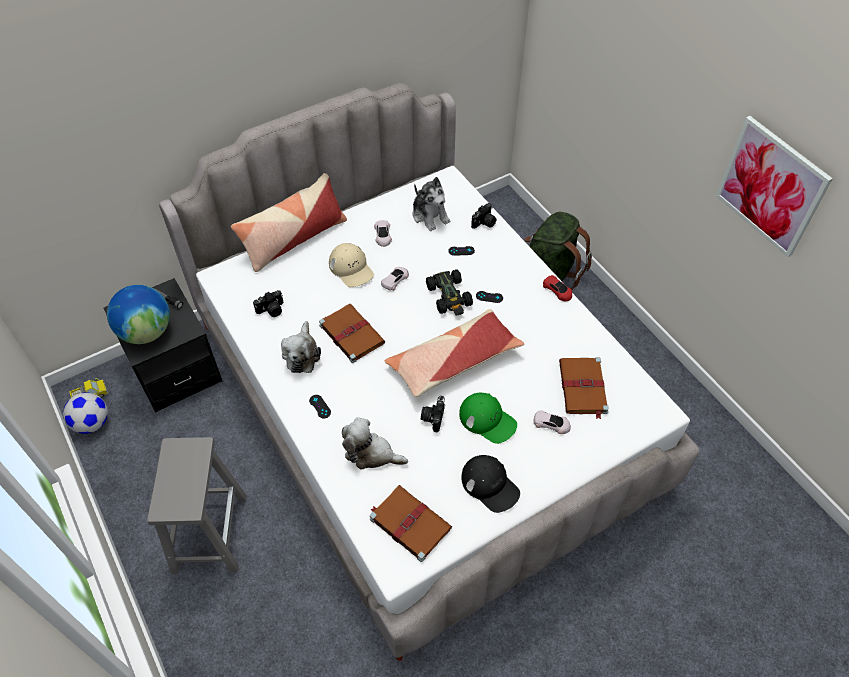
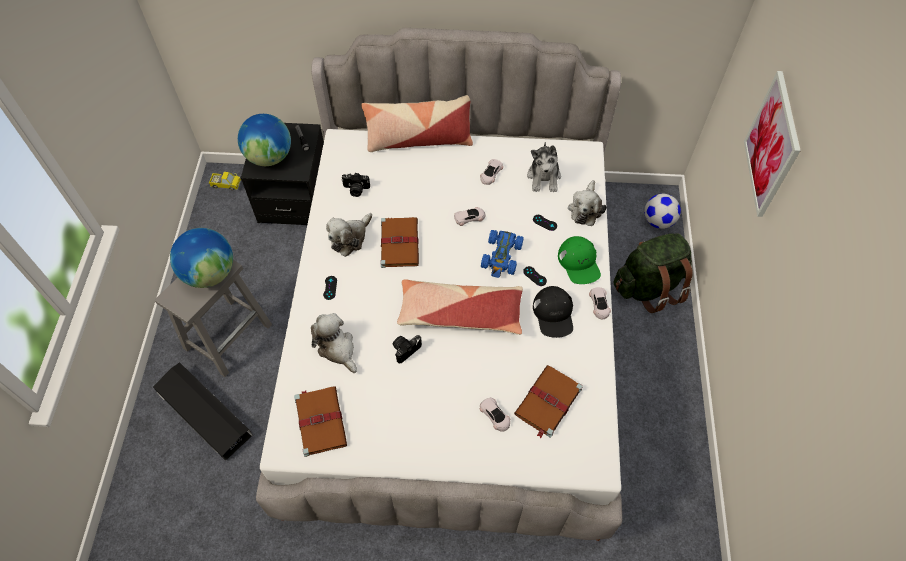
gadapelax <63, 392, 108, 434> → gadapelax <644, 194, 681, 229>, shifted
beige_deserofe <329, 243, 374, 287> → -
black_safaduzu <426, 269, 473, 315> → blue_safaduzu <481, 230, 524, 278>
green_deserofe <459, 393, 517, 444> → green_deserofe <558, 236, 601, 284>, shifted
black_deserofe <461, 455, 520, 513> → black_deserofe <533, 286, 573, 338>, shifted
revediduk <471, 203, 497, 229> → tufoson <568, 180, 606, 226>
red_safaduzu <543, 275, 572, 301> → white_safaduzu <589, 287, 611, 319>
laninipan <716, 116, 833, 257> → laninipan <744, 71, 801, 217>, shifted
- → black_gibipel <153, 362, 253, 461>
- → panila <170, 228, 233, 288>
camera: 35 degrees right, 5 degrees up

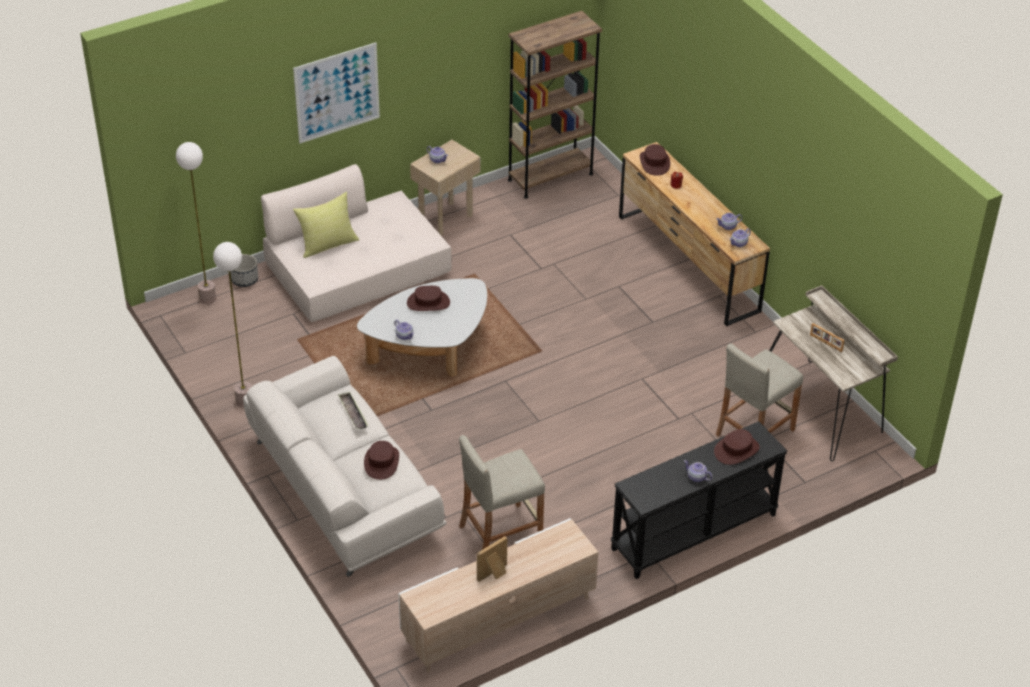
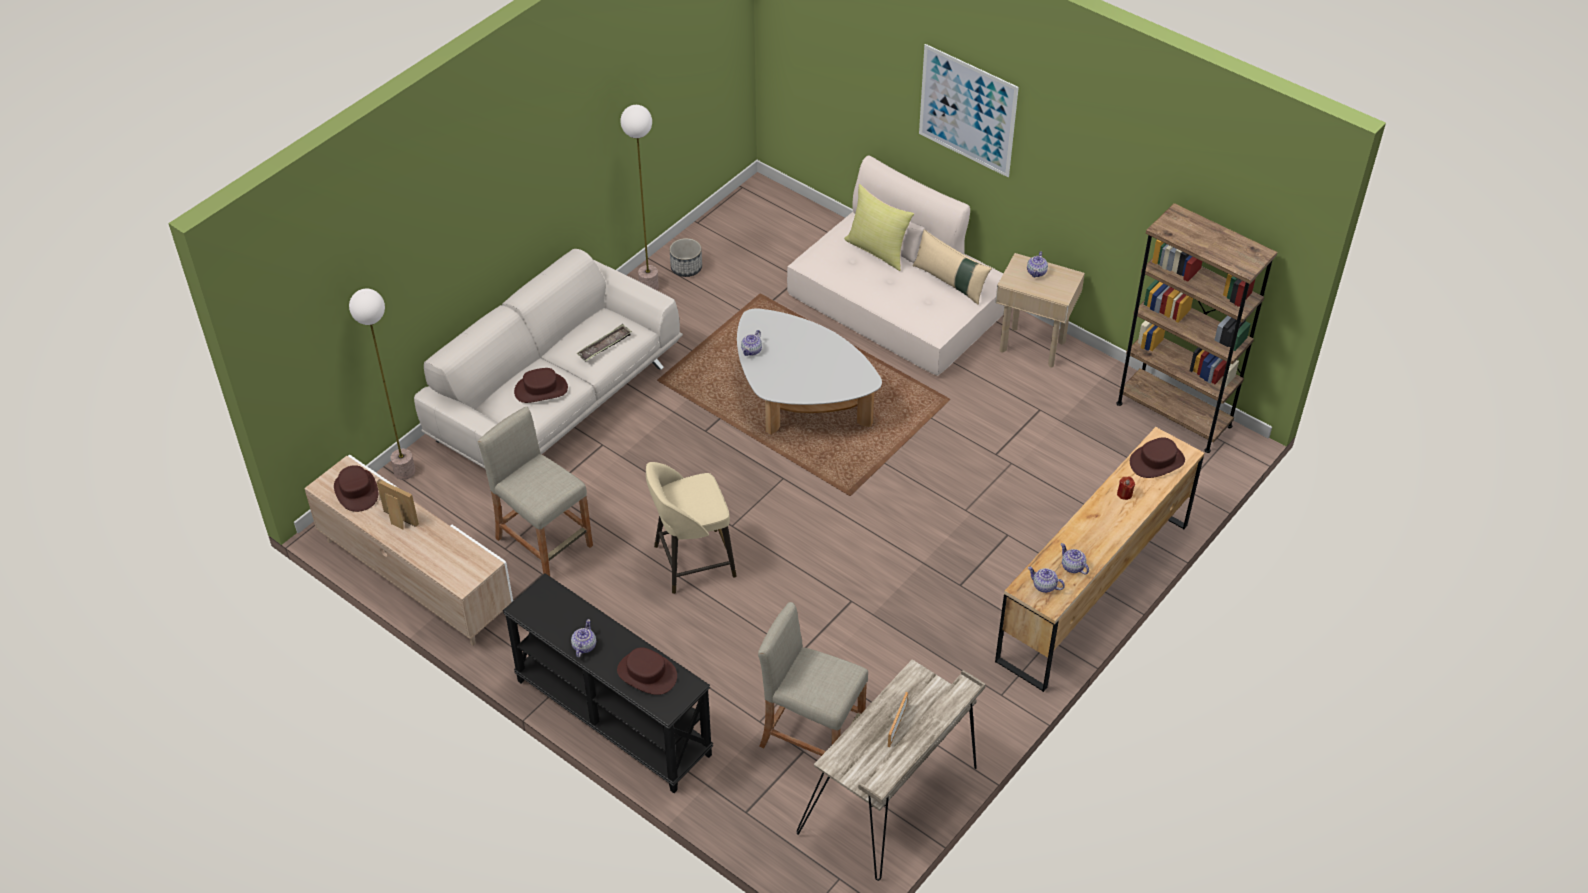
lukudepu <176, 142, 216, 304> → lukudepu <349, 289, 415, 480>, shifted
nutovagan <230, 254, 258, 287> → nutovagan <670, 238, 702, 277>, shifted
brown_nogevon <407, 286, 450, 311> → brown_nogevon <334, 465, 378, 512>, shifted
- → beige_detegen <646, 462, 737, 594>
- → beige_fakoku <913, 229, 992, 305>
camera: 70 degrees right, 5 degrees up

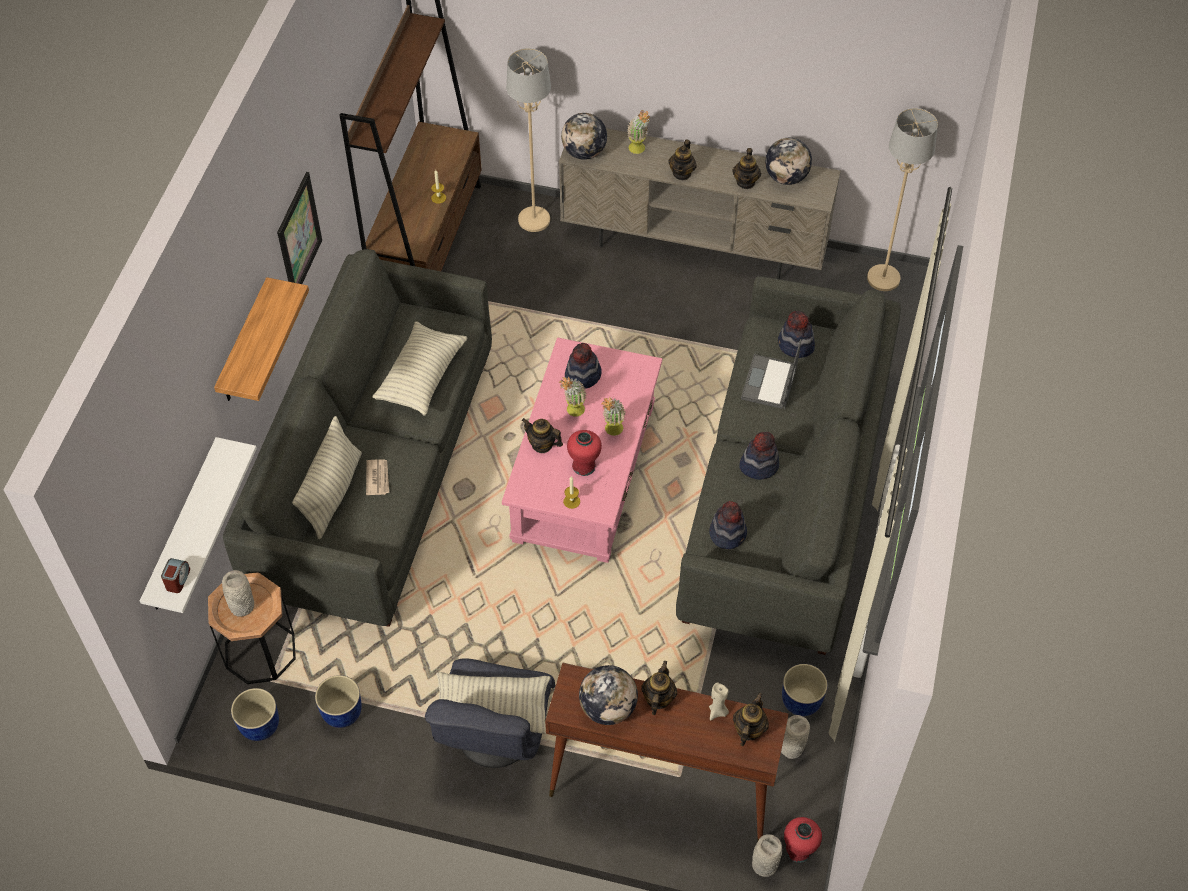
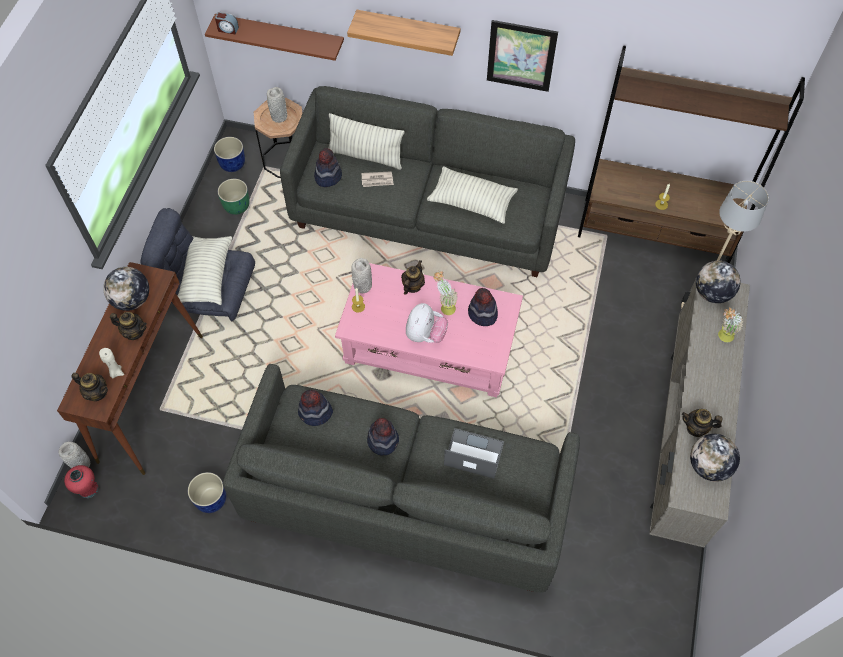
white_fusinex <140, 437, 257, 613> → brown_fusinex <205, 14, 344, 61>
blue_nutovagan <315, 675, 362, 728> → green_nutovagan <218, 179, 250, 215>
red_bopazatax <567, 430, 602, 476> → -
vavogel <601, 397, 626, 436> → tufoson <406, 303, 448, 343>
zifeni <668, 139, 697, 180> → -
nogevon <778, 311, 815, 358> → nogevon <314, 148, 342, 187>, shifted
grey_bopazatax <781, 715, 810, 759> → grey_bopazatax <351, 258, 372, 293>, shifted
beige_lukudepu <867, 108, 938, 291> → -
camera: 90 degrees right, 5 degrees up

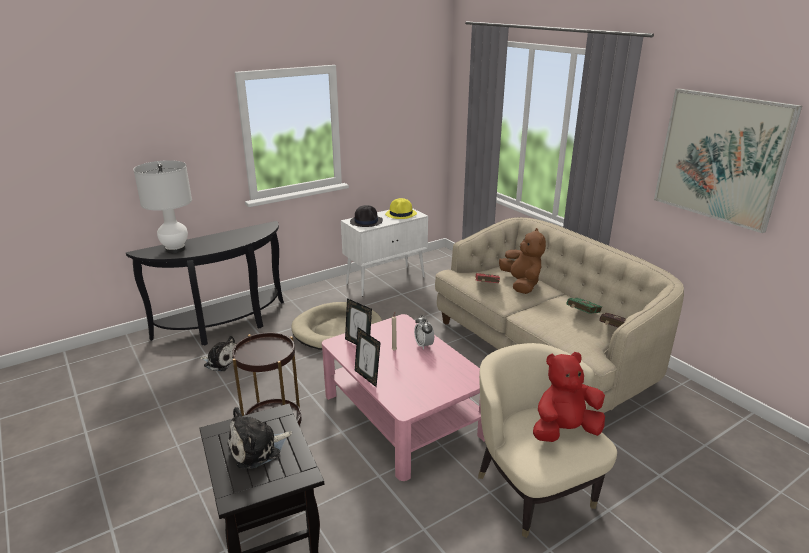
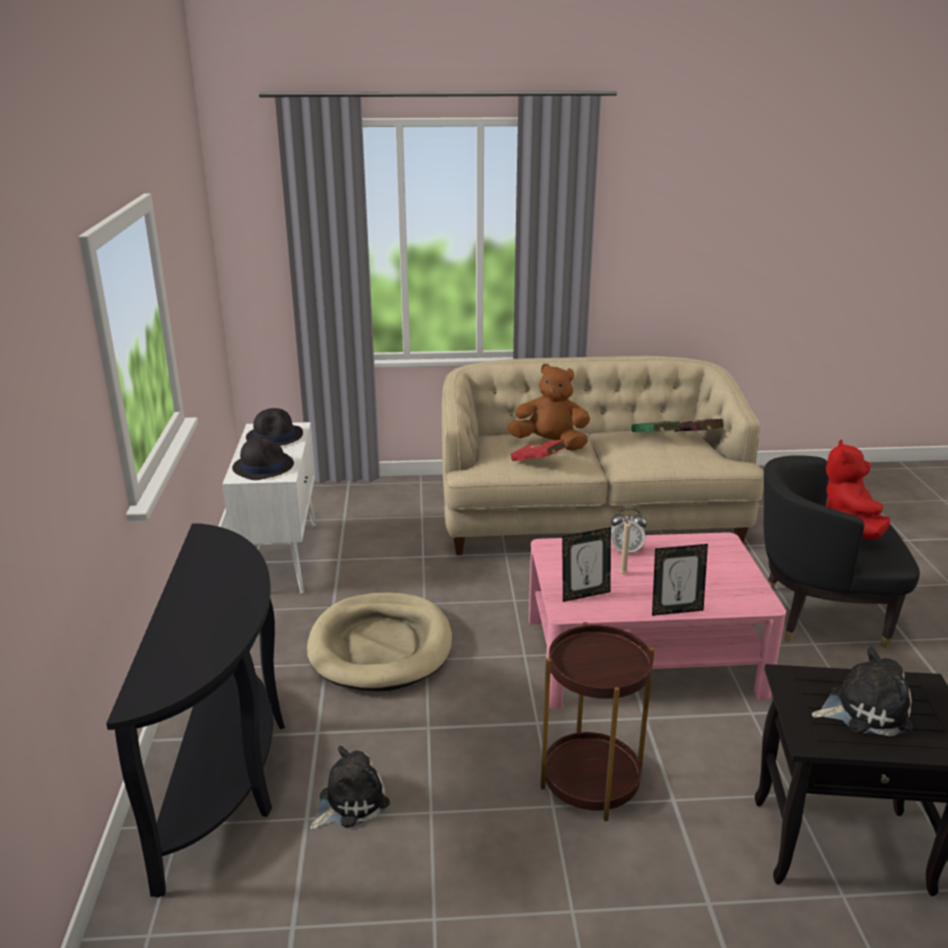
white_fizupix <133, 160, 192, 253> → -
tufoson <227, 407, 292, 469> → tufoson <812, 647, 913, 737>, 90 degrees counterclockwise
yellow_nogevon <385, 198, 417, 219> → black_nogevon <246, 408, 303, 446>
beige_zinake <478, 343, 617, 538> → black_zinake <764, 455, 920, 648>
laninipan <654, 89, 802, 233> → -
camera: 60 degrees left, 0 degrees up

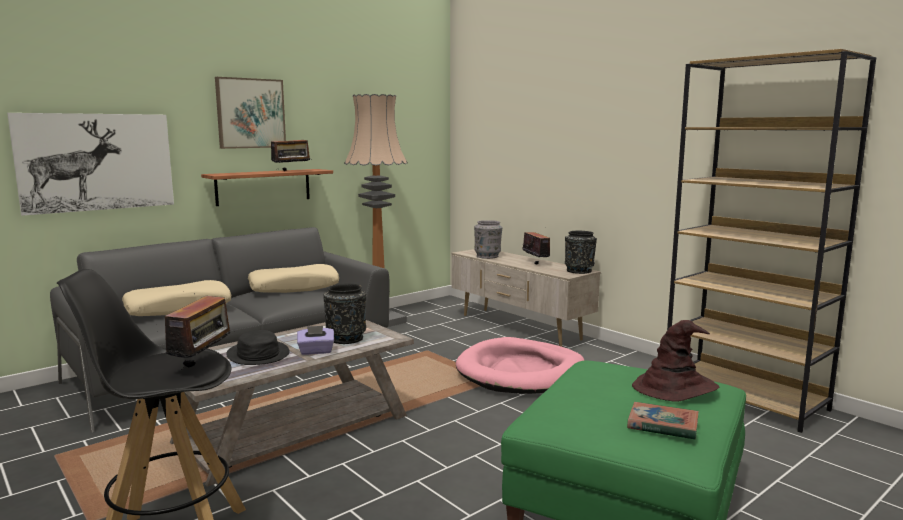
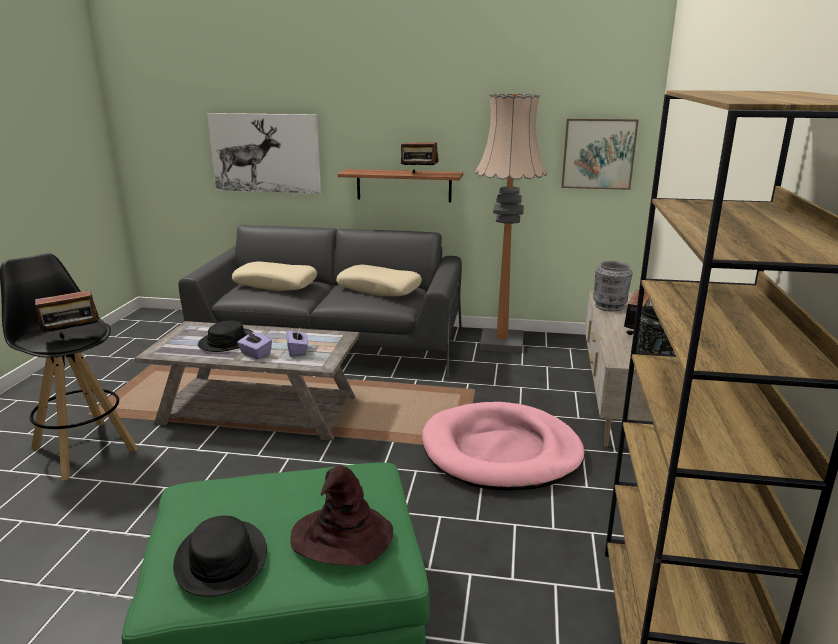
laninipan <215, 77, 286, 149> → laninipan <561, 118, 639, 190>, shifted
black_bopazatax <323, 284, 366, 344> → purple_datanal <286, 327, 308, 357>
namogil <627, 402, 699, 440> → black_nogevon <173, 516, 267, 597>
camera: 50 degrees right, 10 degrees up

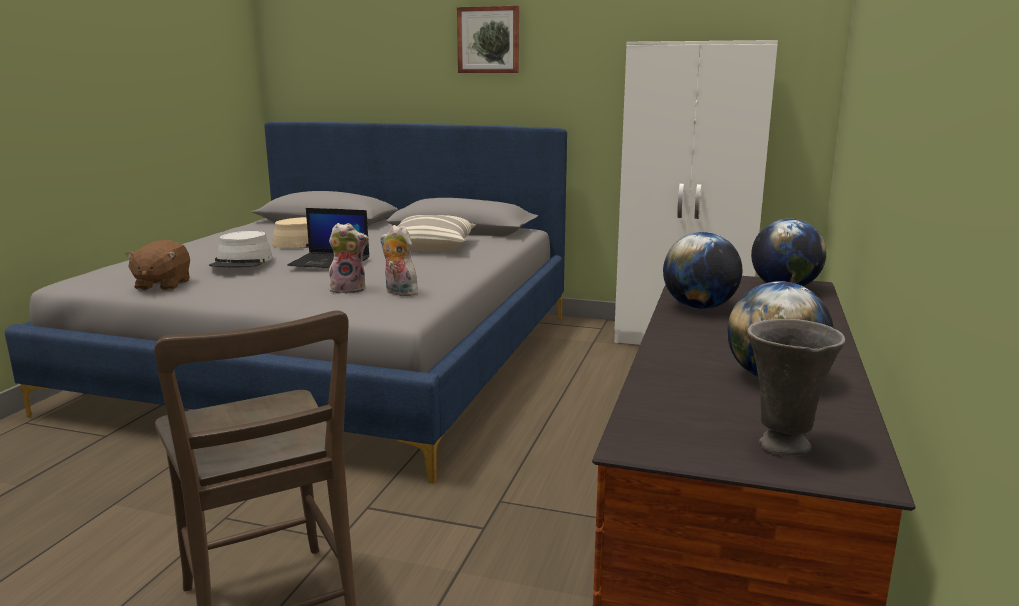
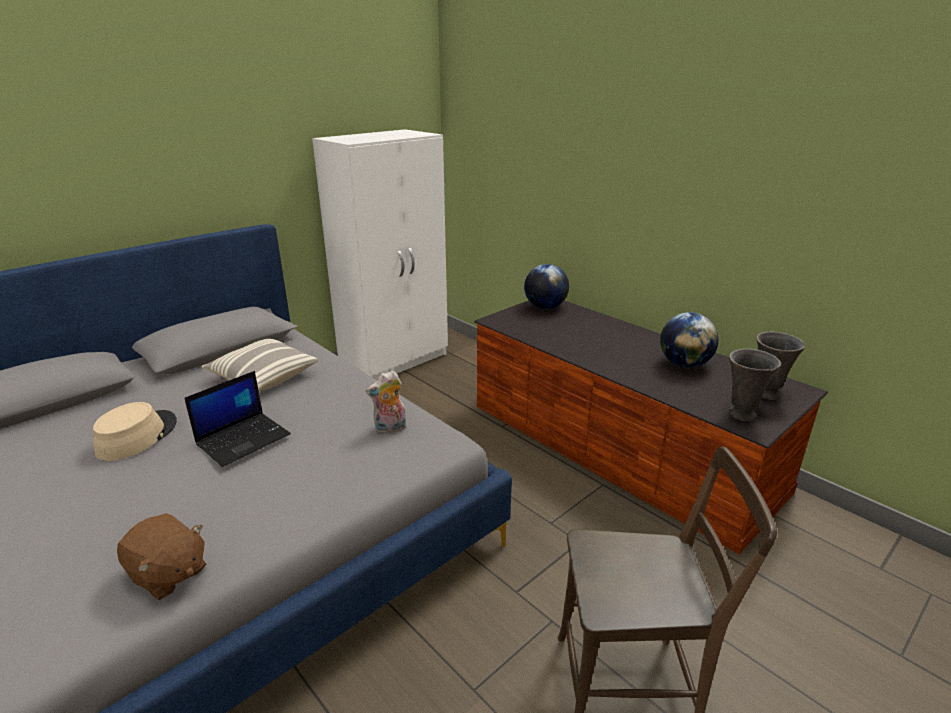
grey_nogevon <209, 231, 273, 267> → -
tufoson <329, 223, 369, 294> → -
laninipan <457, 6, 519, 73> → -
panila <663, 232, 742, 309> → -
- → grey_bopazatax <729, 349, 781, 421>
camera: 60 degrees left, 10 degrees up

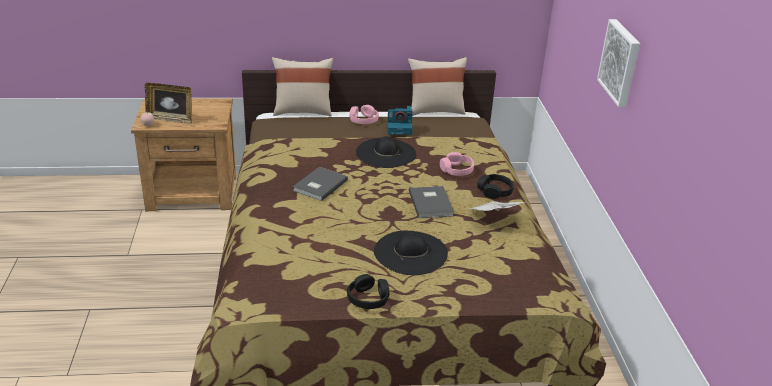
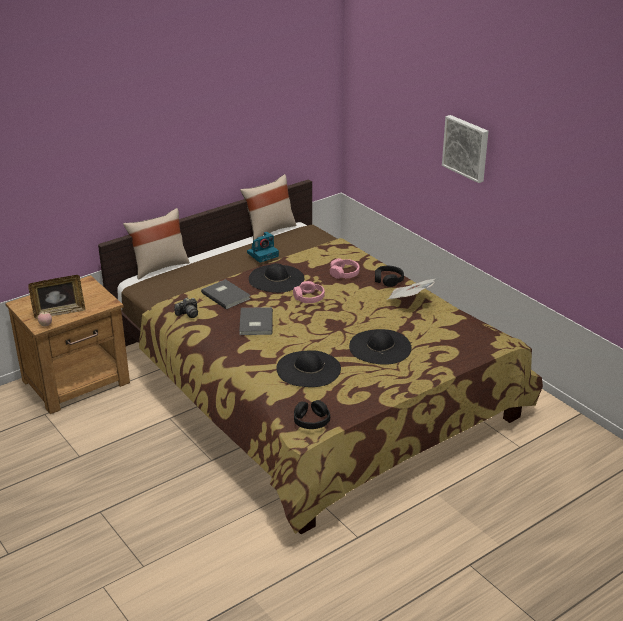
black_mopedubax <347, 274, 389, 309> → black_mopedubax <294, 400, 330, 429>, shifted
pink_mopedubax <349, 105, 379, 124> → pink_mopedubax <293, 281, 325, 303>, shifted
grey_namogil <409, 186, 454, 218> → grey_namogil <201, 279, 251, 309>, shifted
- → revediduk <174, 298, 198, 318>
- → black_nogevon <276, 350, 341, 387>
camera: 30 degrees left, 0 degrees up

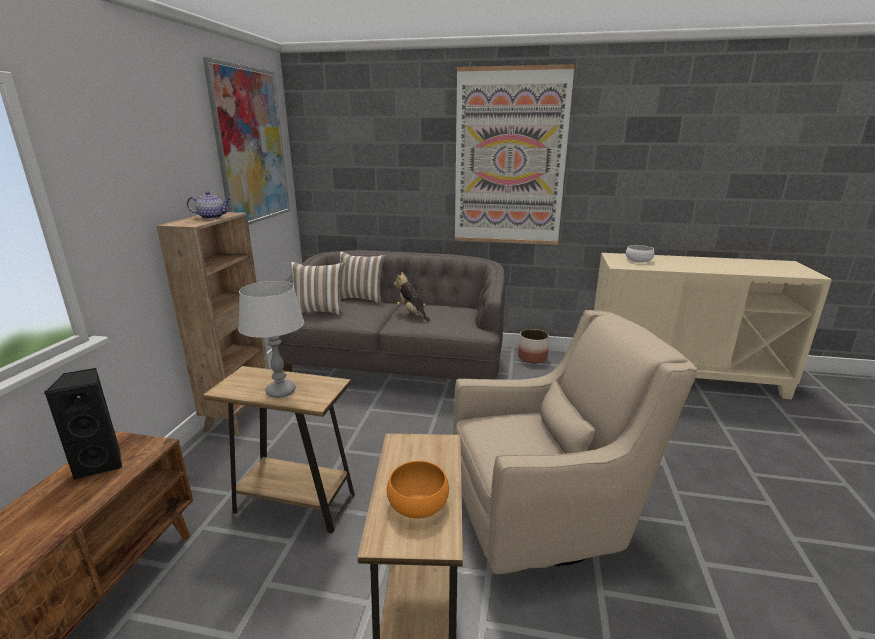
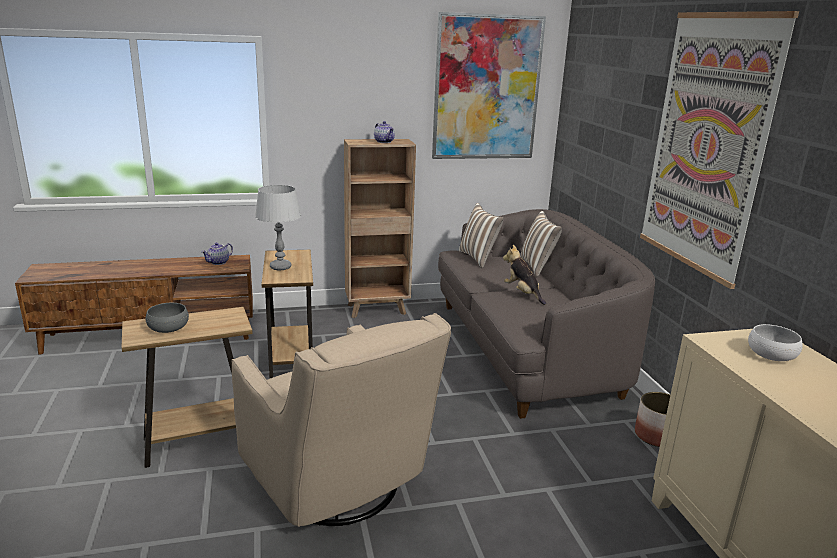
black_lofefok <44, 368, 122, 480> → zifeni <202, 242, 233, 265>
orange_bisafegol <387, 461, 449, 518> → grey_bisafegol <146, 303, 189, 333>
tufoson <394, 272, 430, 322> → tufoson <503, 245, 546, 305>, 60 degrees counterclockwise
camera: 65 degrees right, 0 degrees up

